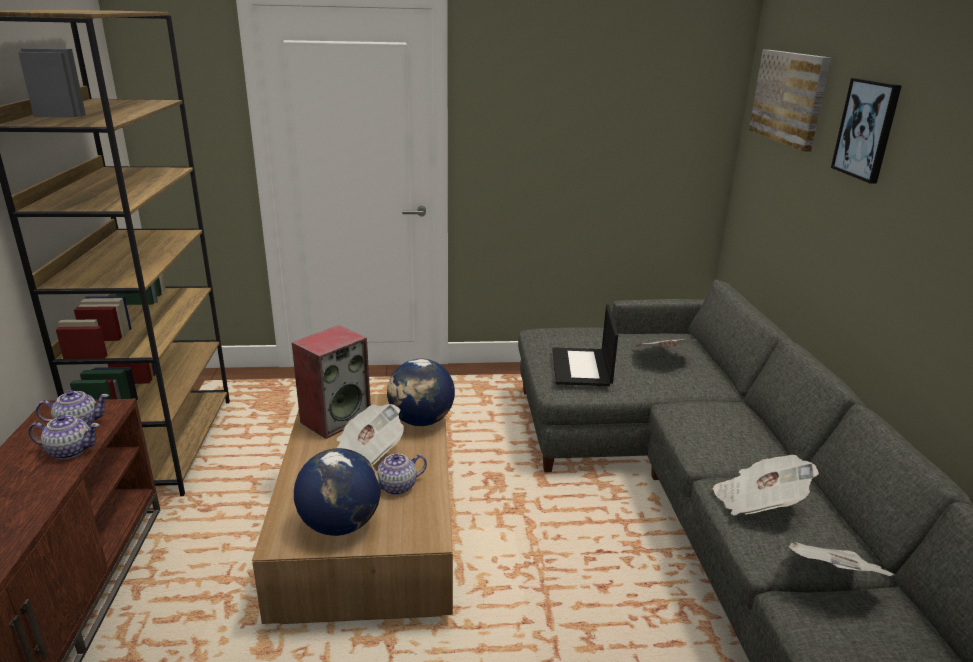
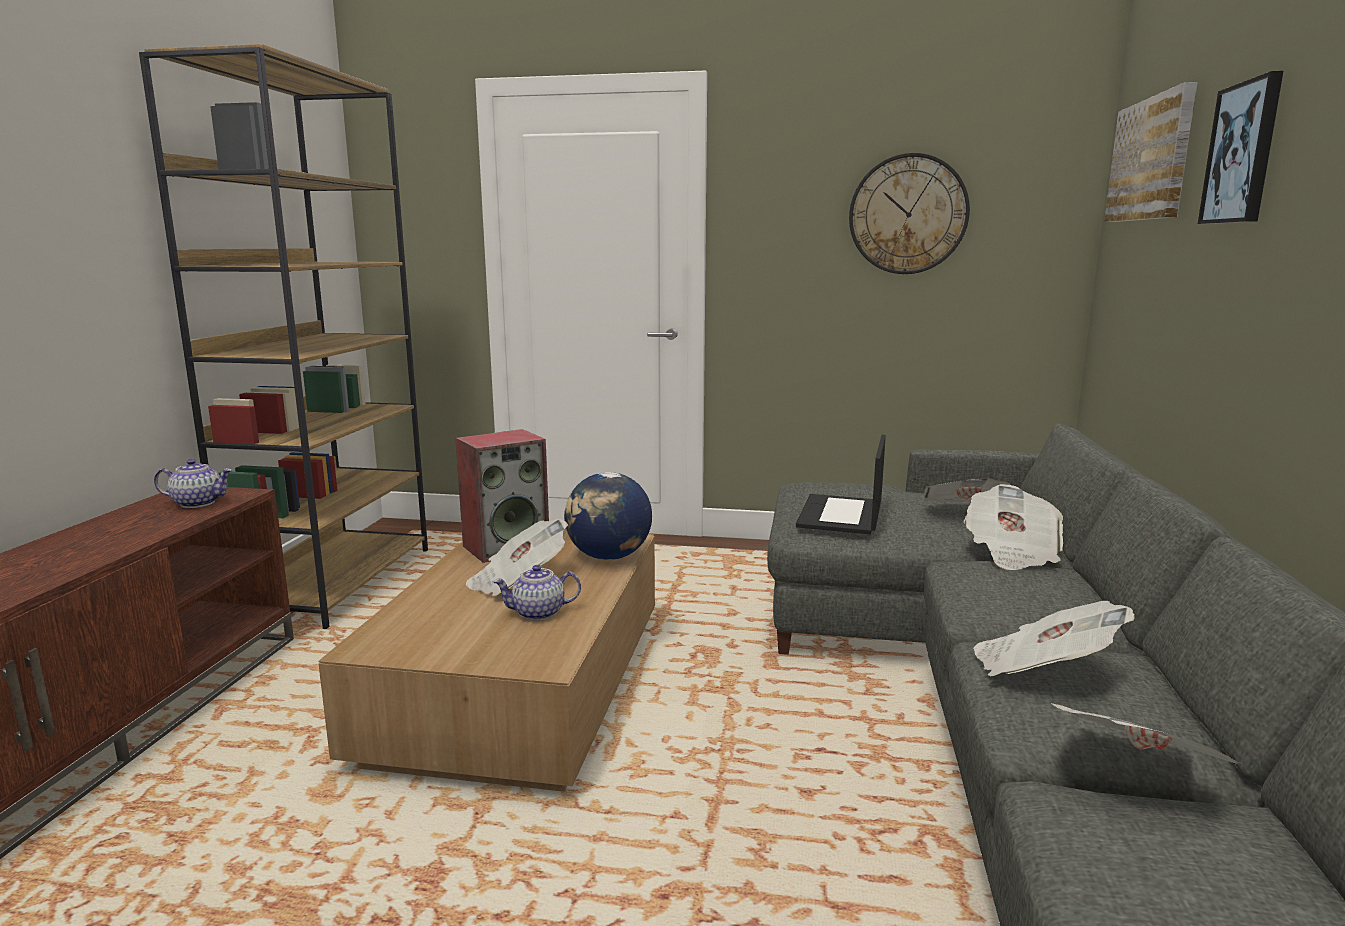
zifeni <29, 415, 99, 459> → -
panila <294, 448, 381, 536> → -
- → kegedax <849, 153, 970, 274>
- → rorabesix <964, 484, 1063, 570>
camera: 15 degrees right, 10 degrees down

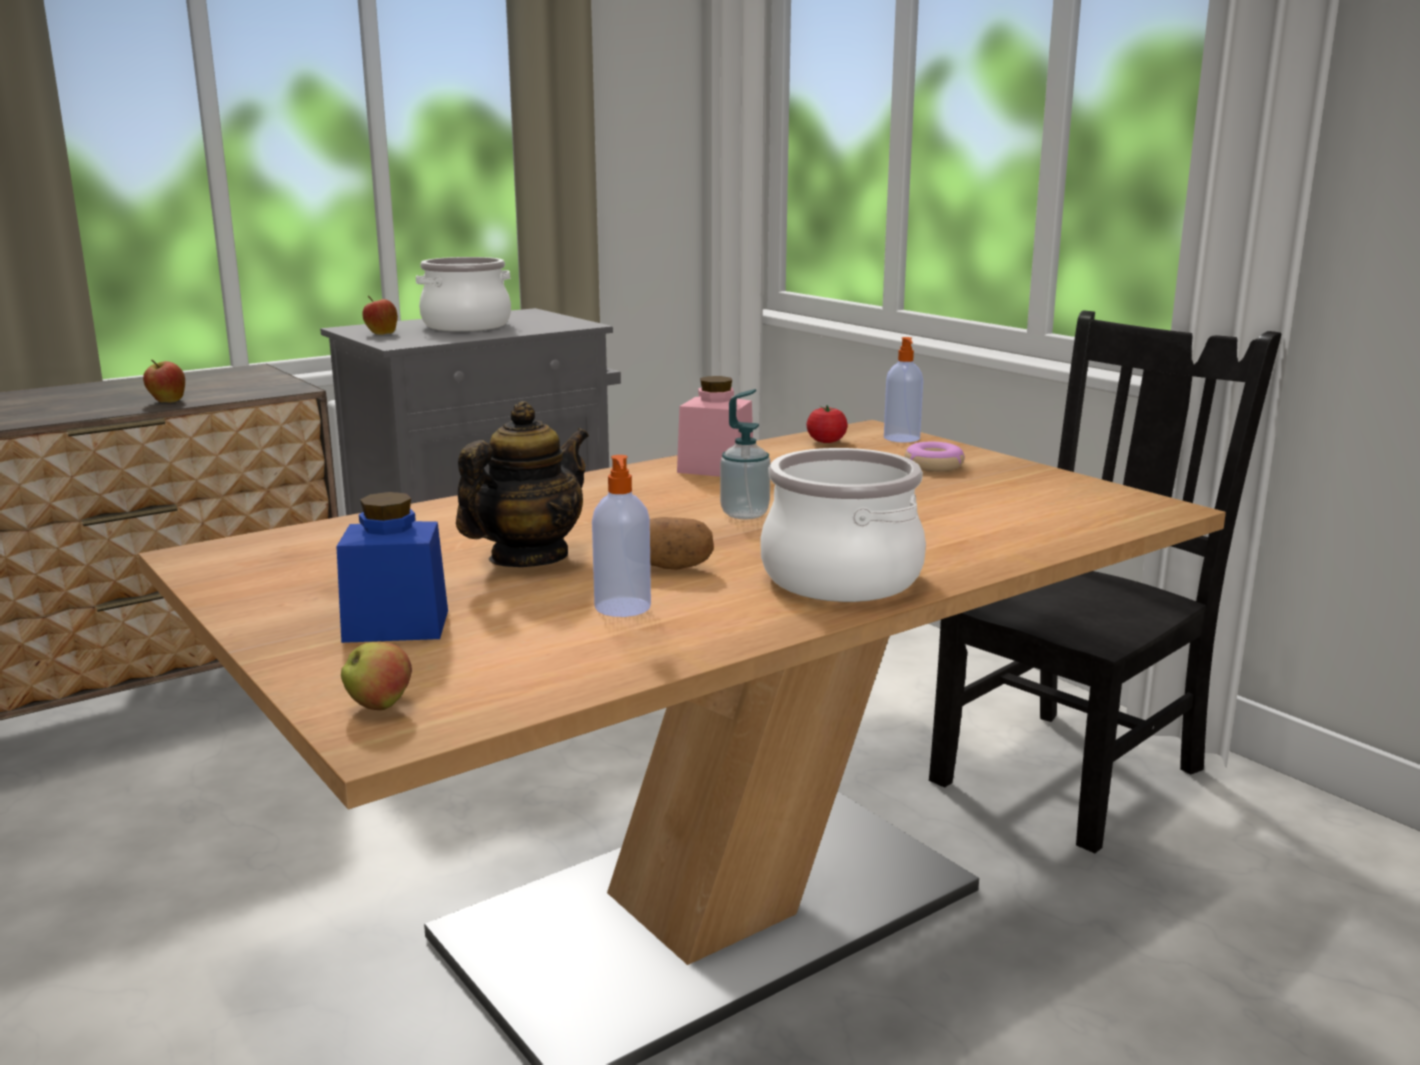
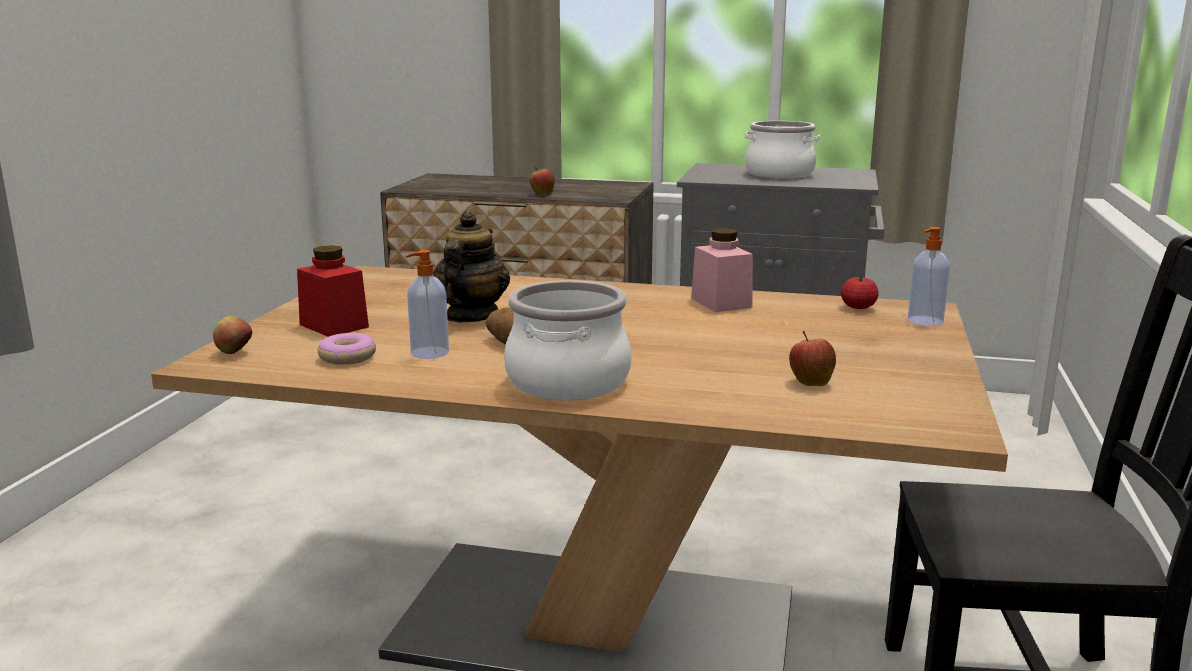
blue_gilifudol <336, 492, 448, 643> → red_gilifudol <297, 245, 369, 337>
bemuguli <362, 295, 398, 335> → bemuguli <789, 331, 836, 386>, shifted
zifeni <456, 401, 589, 567> → zifeni <434, 211, 510, 322>, 75 degrees counterclockwise
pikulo <720, 389, 771, 519> → -
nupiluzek <905, 442, 965, 472> → nupiluzek <317, 333, 376, 365>, shifted
camera: 50 degrees right, 0 degrees up

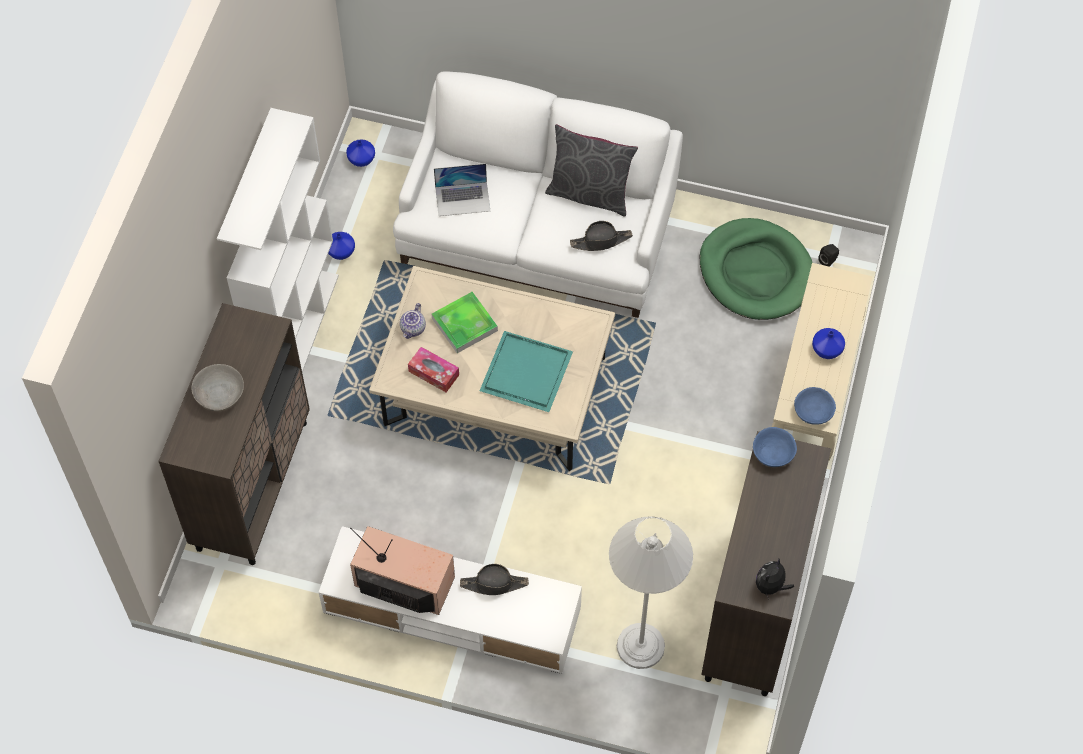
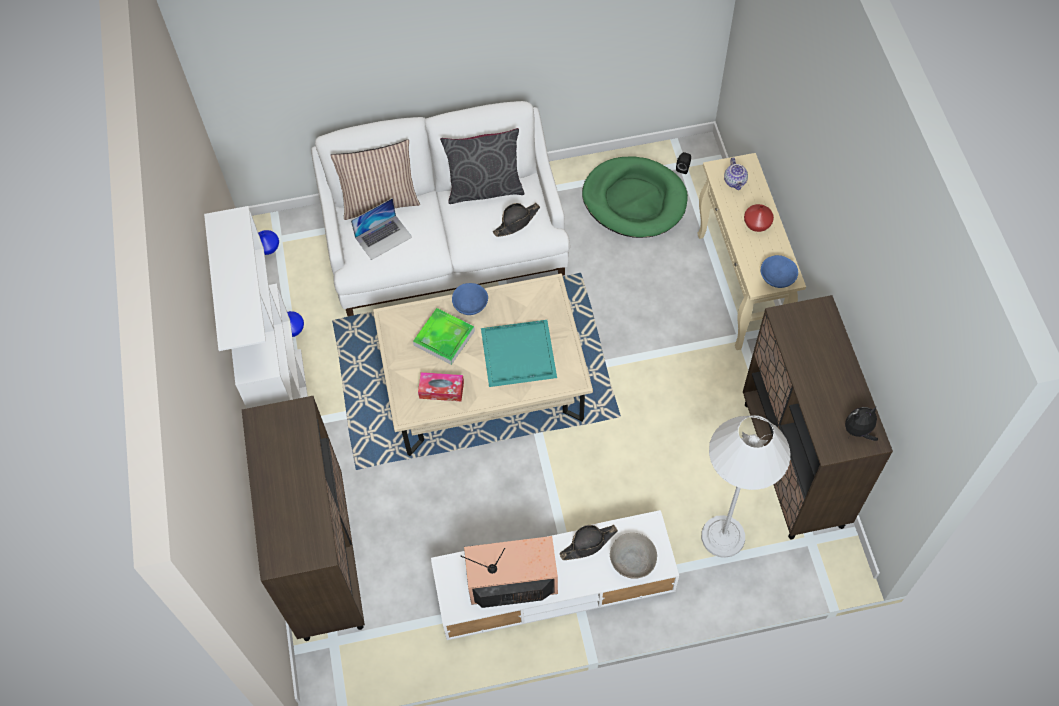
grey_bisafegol <191, 364, 244, 411> → grey_bisafegol <610, 533, 657, 579>, shifted
zifeni <400, 303, 426, 339> → zifeni <724, 157, 748, 190>, shifted
blue_bisafegol <753, 427, 797, 467> → blue_bisafegol <452, 283, 488, 315>, shifted
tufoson <756, 559, 794, 600> → tufoson <845, 407, 878, 441>, 60 degrees clockwise
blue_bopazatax <812, 328, 845, 359> → red_bopazatax <744, 204, 774, 232>
- → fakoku <330, 139, 420, 220>
camera: 25 degrees left, 0 degrees up

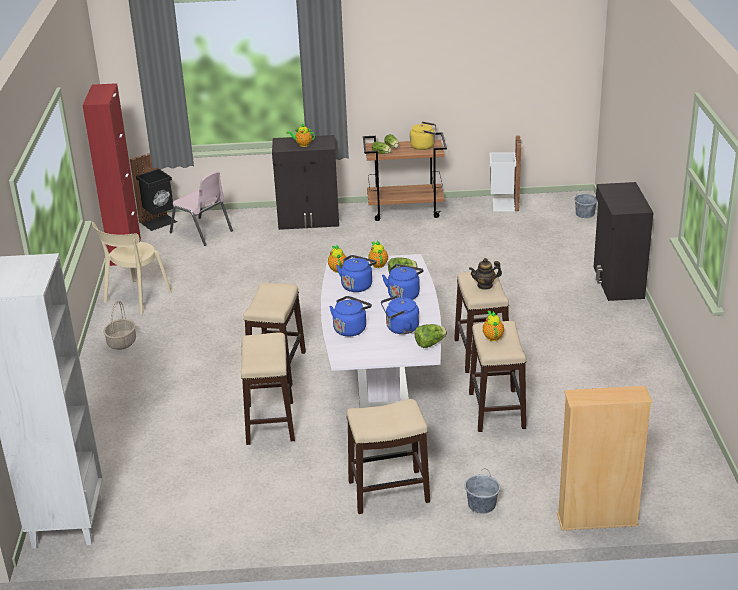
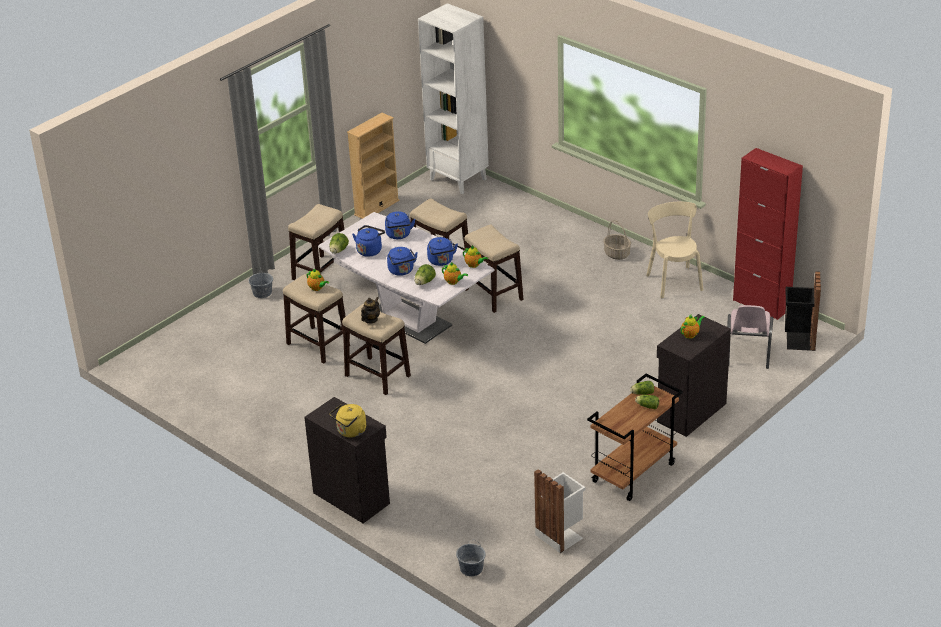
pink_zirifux <170, 172, 233, 246> → pink_zirifux <727, 305, 773, 369>, 75 degrees counterclockwise
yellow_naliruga <410, 122, 436, 150> → yellow_naliruga <330, 404, 366, 438>, shifted
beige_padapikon <557, 386, 652, 531> → beige_padapikon <347, 113, 400, 219>, shifted
camera: 135 degrees right, 5 degrees up

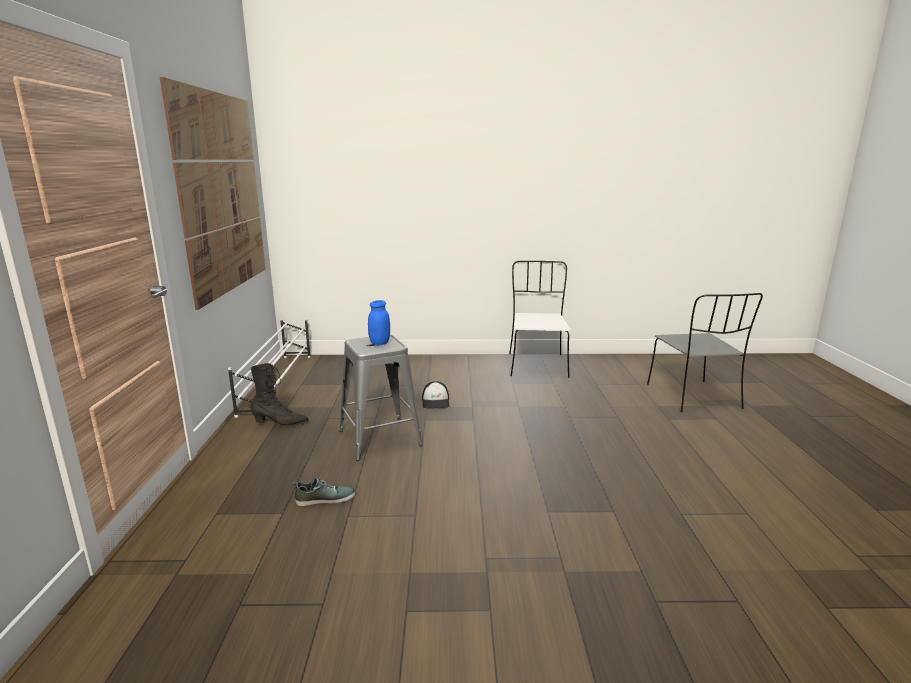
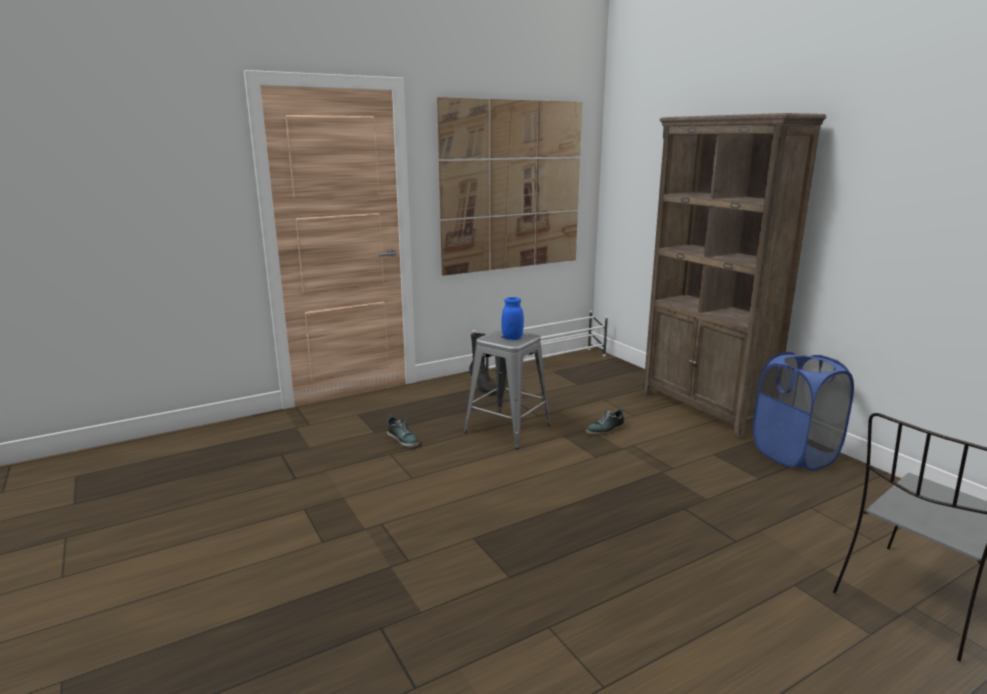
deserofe <422, 381, 449, 409> → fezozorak <586, 408, 624, 435>
white_zirifux <509, 261, 571, 378> → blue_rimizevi <753, 352, 854, 471>
- → brown_padapikon <642, 113, 826, 439>
camera: 60 degrees right, 0 degrees up

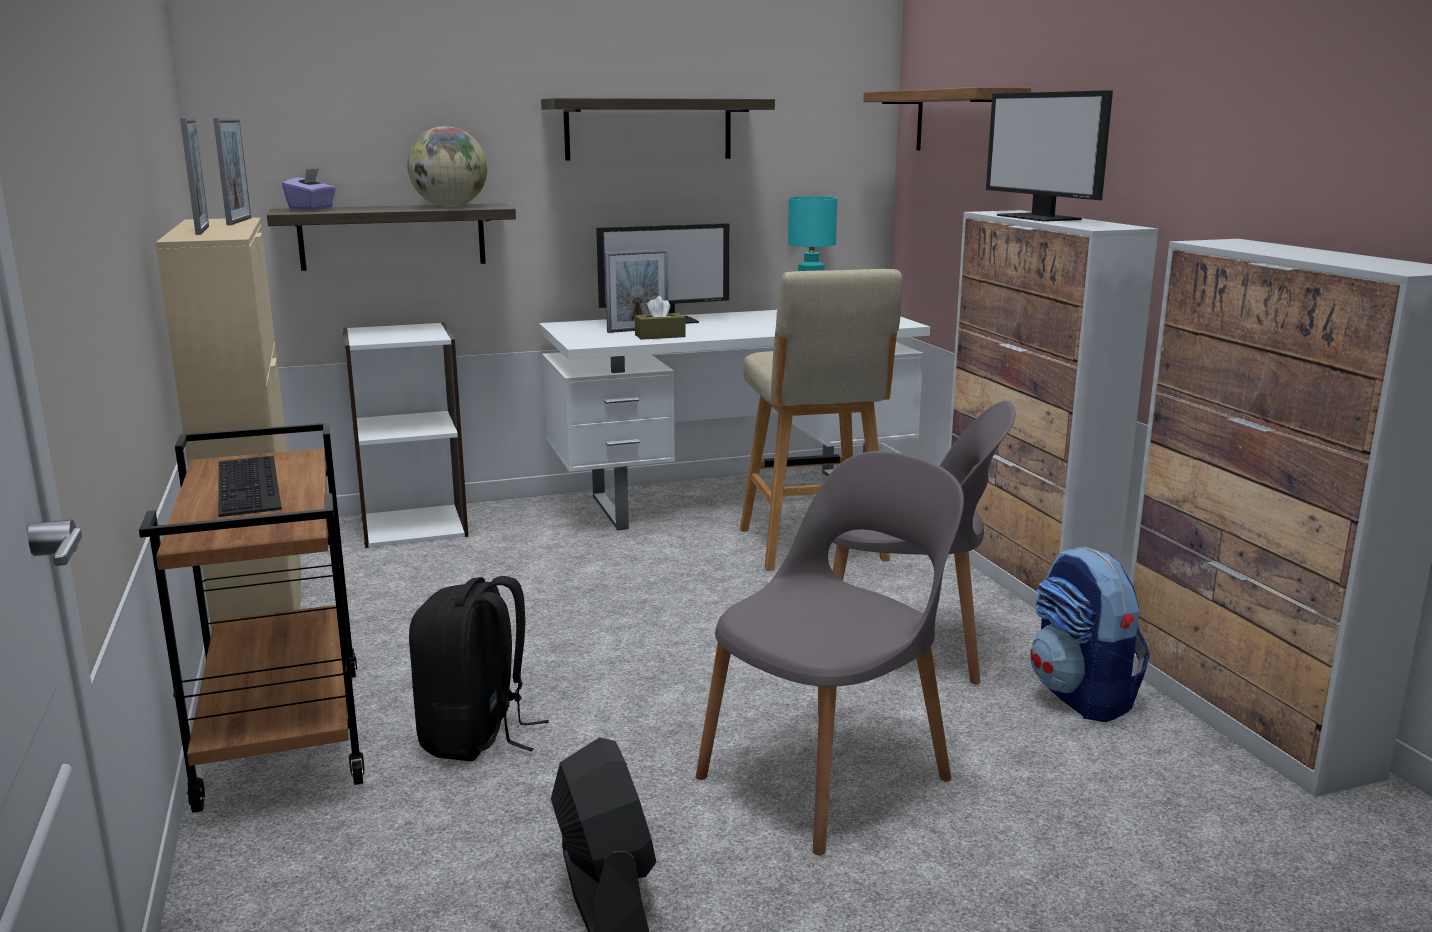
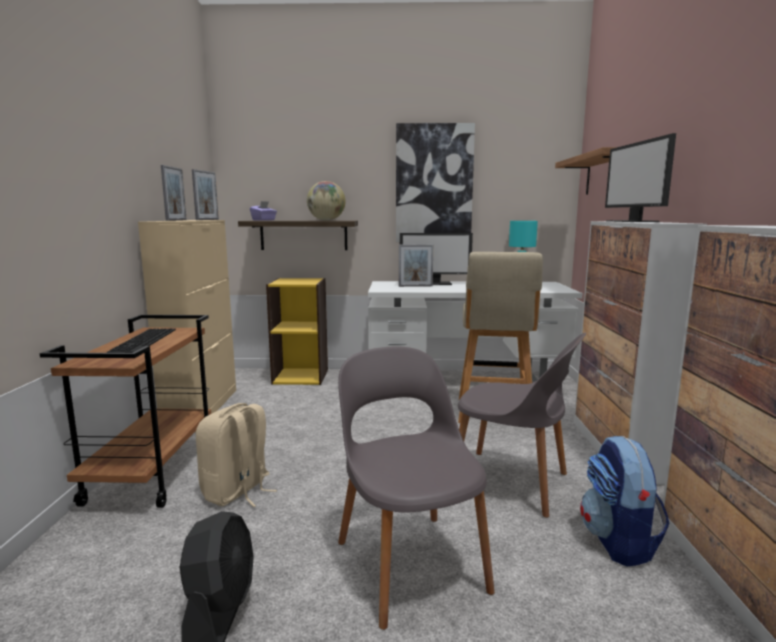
white_padapikon <343, 322, 468, 548> → yellow_padapikon <266, 278, 328, 385>
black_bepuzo <409, 576, 549, 761> → beige_bepuzo <196, 403, 277, 507>
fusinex <541, 98, 775, 161> → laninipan <396, 123, 475, 242>
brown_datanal <635, 296, 686, 340> → -
grey_zirifux <696, 451, 964, 855> → grey_zirifux <338, 346, 495, 630>, 90 degrees counterclockwise
camera: 20 degrees right, 5 degrees down

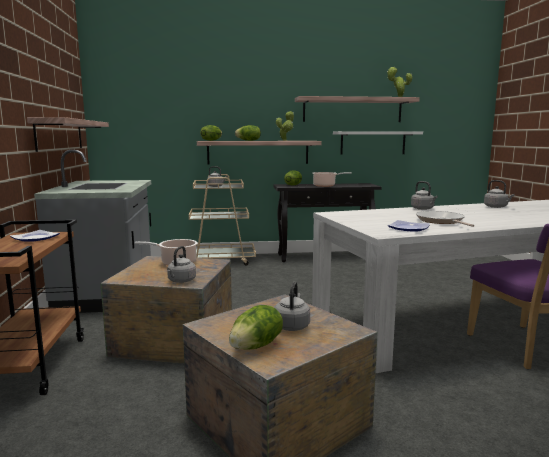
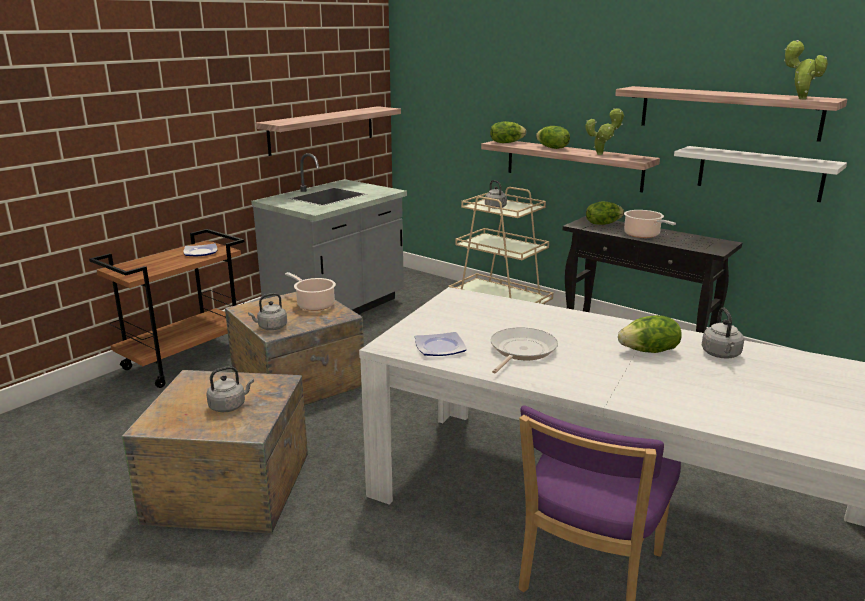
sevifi <229, 305, 283, 349> → sevifi <618, 315, 682, 353>, shifted
grey_naliruga <411, 181, 438, 210> → -
camera: 45 degrees right, 10 degrees up

